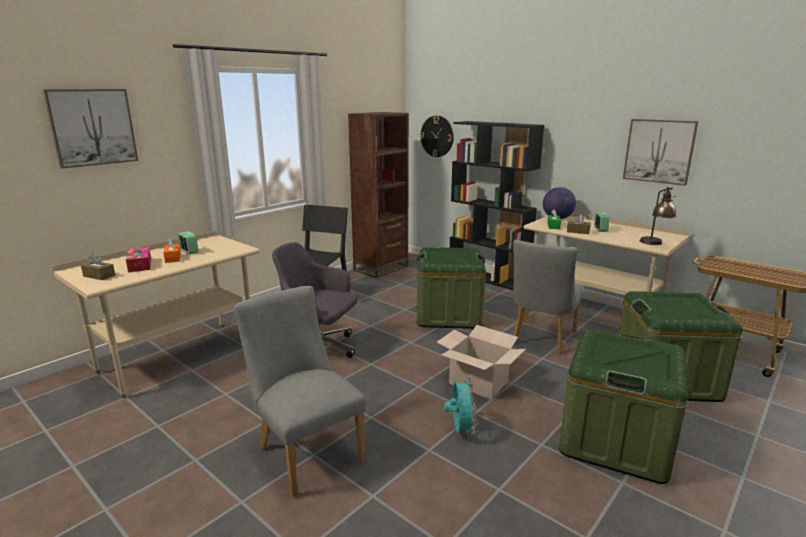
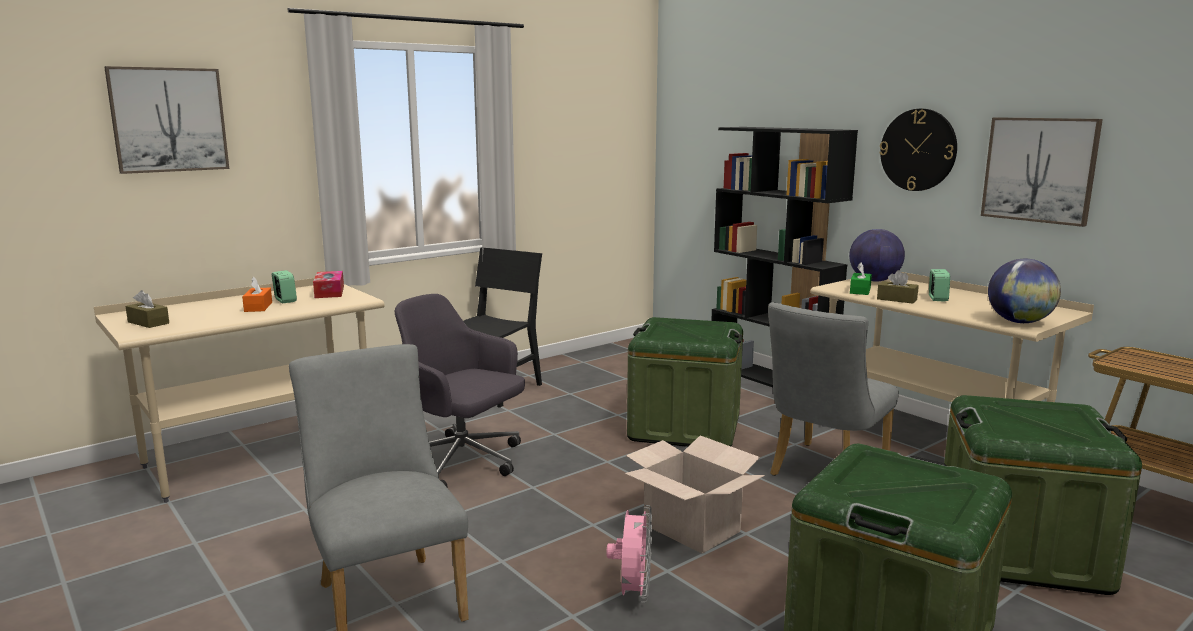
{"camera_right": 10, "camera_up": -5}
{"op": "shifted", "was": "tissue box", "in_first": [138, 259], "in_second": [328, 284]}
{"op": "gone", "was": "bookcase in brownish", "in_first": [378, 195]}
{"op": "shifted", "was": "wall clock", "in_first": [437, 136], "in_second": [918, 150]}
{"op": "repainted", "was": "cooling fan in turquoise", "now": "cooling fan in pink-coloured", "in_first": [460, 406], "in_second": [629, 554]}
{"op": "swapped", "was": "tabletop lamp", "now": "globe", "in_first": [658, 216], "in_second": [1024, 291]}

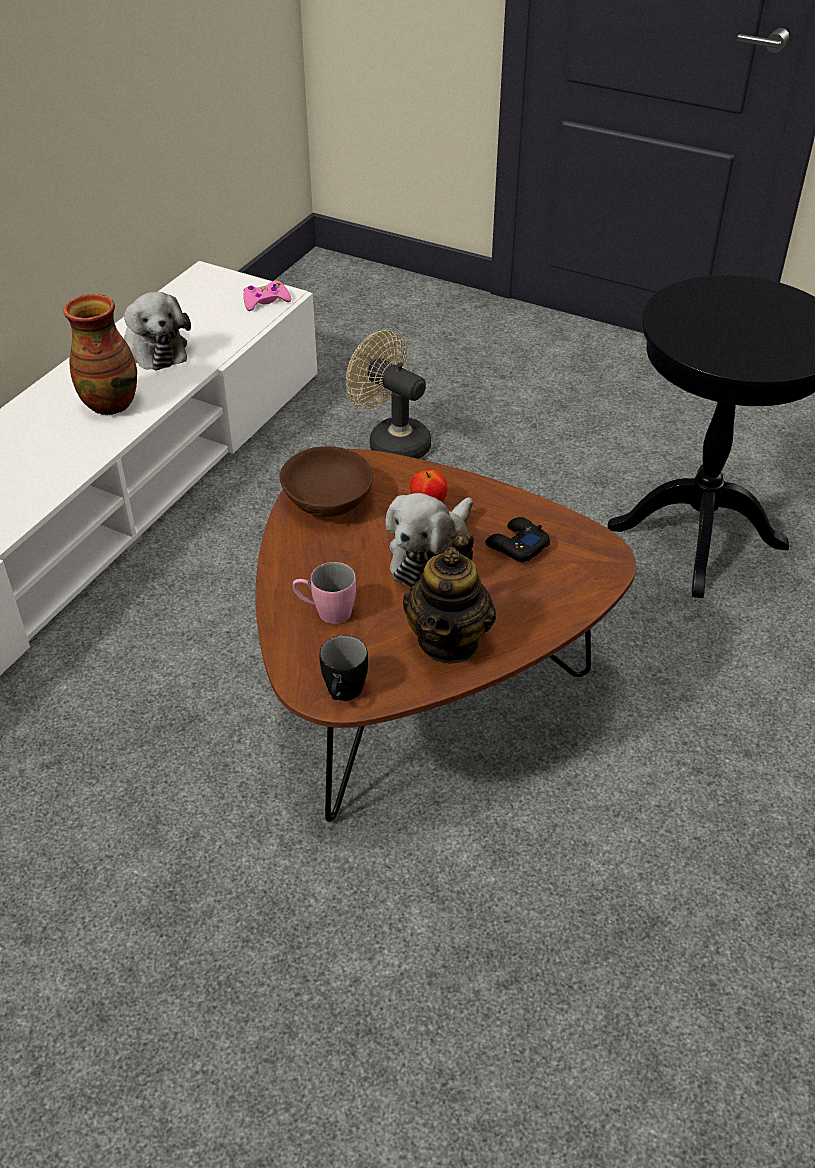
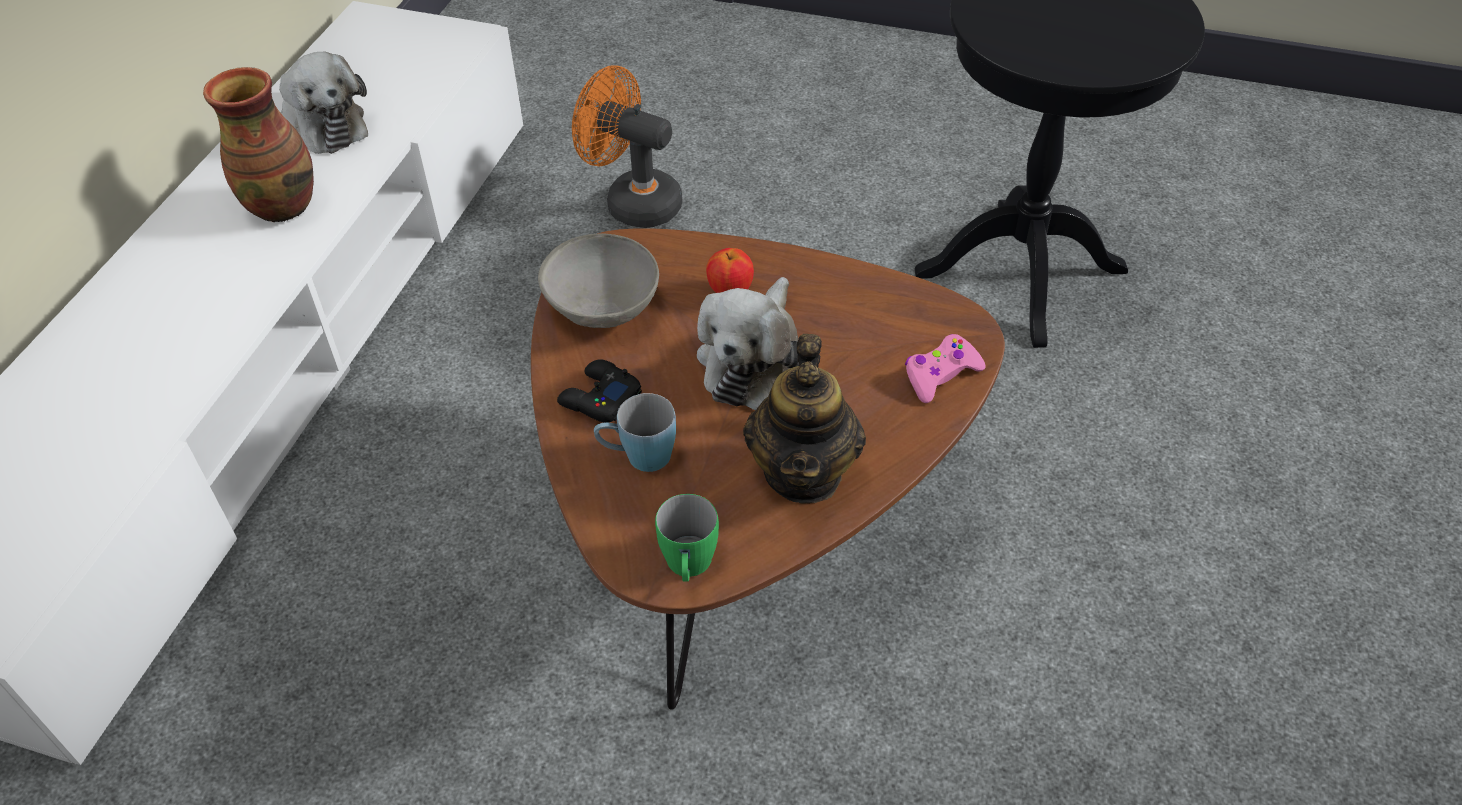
{"camera_right": -10, "camera_up": 5}
{"op": "shifted", "was": "joypad in pink-coloured", "in_first": [267, 296], "in_second": [945, 368]}
{"op": "repainted", "was": "bowl in brownish", "now": "bowl in gray", "in_first": [326, 481], "in_second": [598, 280]}
{"op": "repainted", "was": "coffee mug in pink-coloured", "now": "coffee mug in blue", "in_first": [324, 593], "in_second": [635, 432]}
{"op": "repainted", "was": "coffee mug in black-coloured", "now": "coffee mug in green-coloured", "in_first": [344, 668], "in_second": [687, 538]}
{"op": "repainted", "was": "cooling fan in beige-coloured", "now": "cooling fan in orangey", "in_first": [388, 394], "in_second": [627, 146]}
{"op": "shifted", "was": "joypad in black-coloured", "in_first": [517, 539], "in_second": [599, 391]}

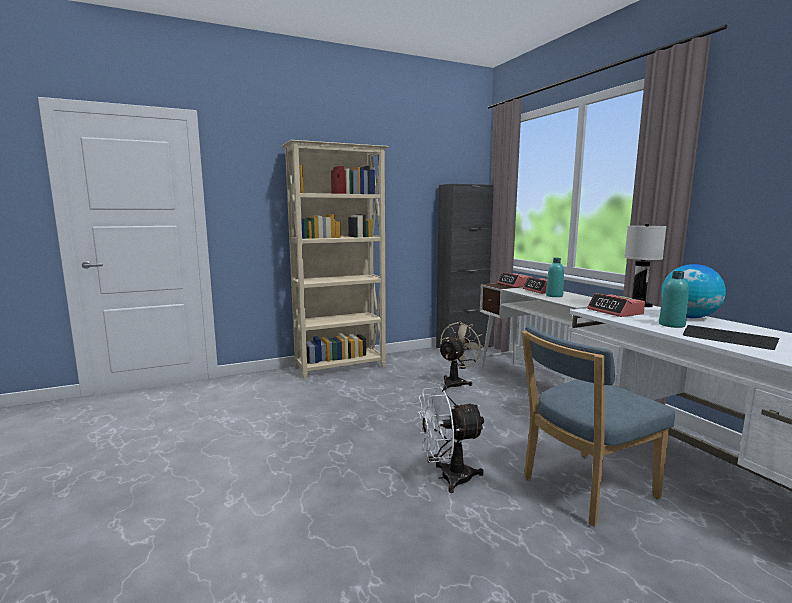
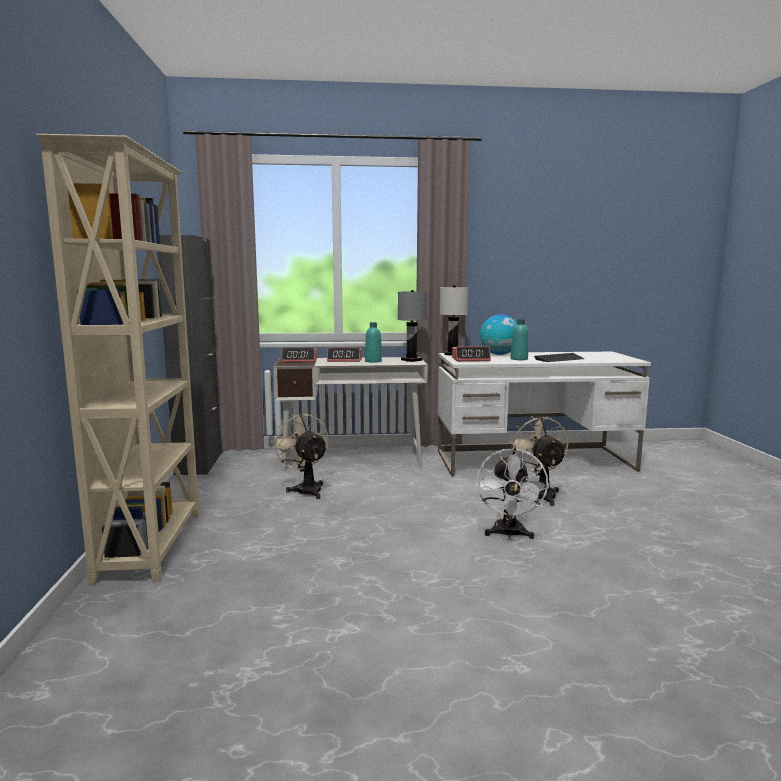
{"camera_right": -70, "camera_up": 0}
{"op": "swapped", "was": "chair in blue", "now": "cooling fan in beige-coloured", "in_first": [598, 426], "in_second": [538, 461]}
{"op": "new", "now": "tabletop lamp in gray", "in_second": [412, 326]}

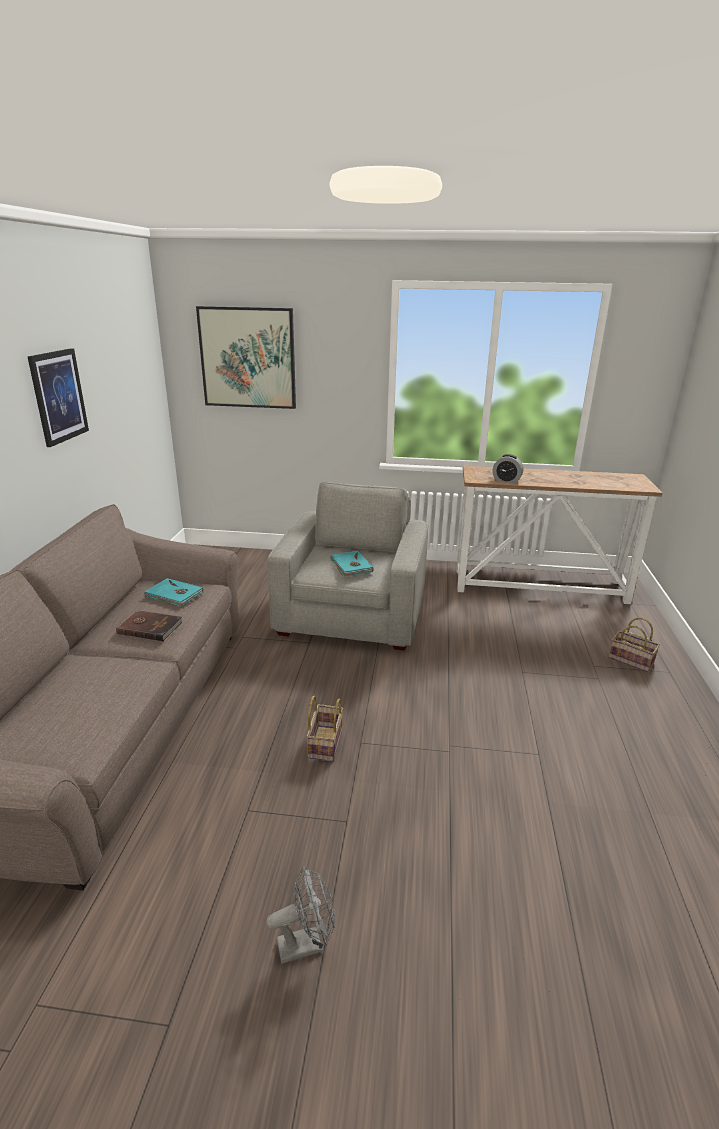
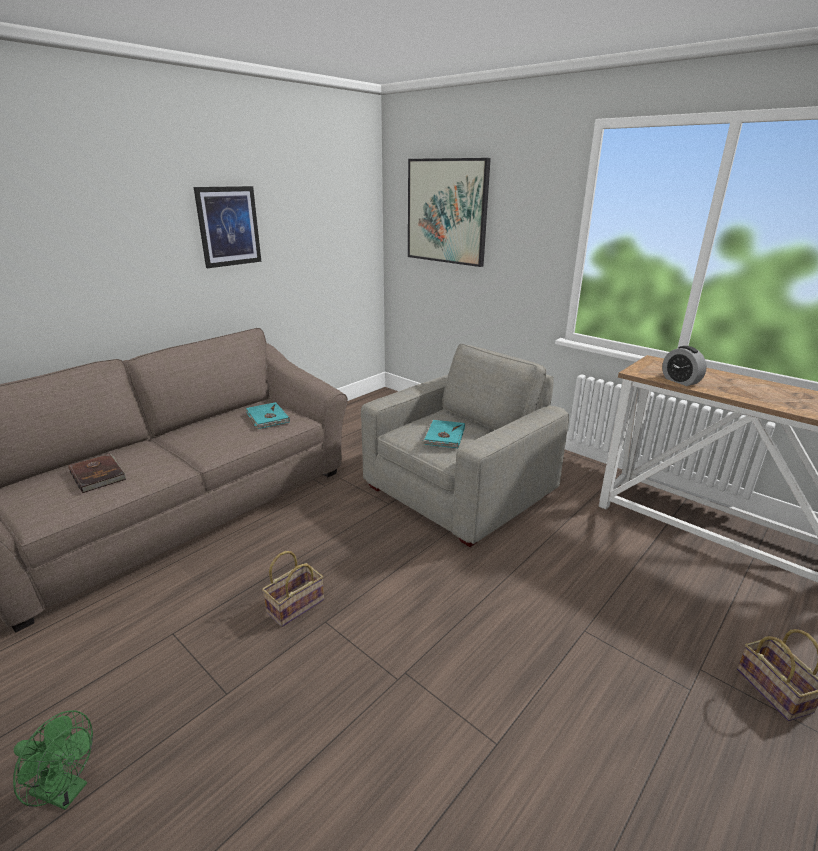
{"camera_right": 35, "camera_up": 0}
{"op": "shifted", "was": "bound book in brownish", "in_first": [149, 625], "in_second": [97, 473]}
{"op": "repainted", "was": "cooling fan in gray", "now": "cooling fan in green-coloured", "in_first": [300, 915], "in_second": [53, 760]}

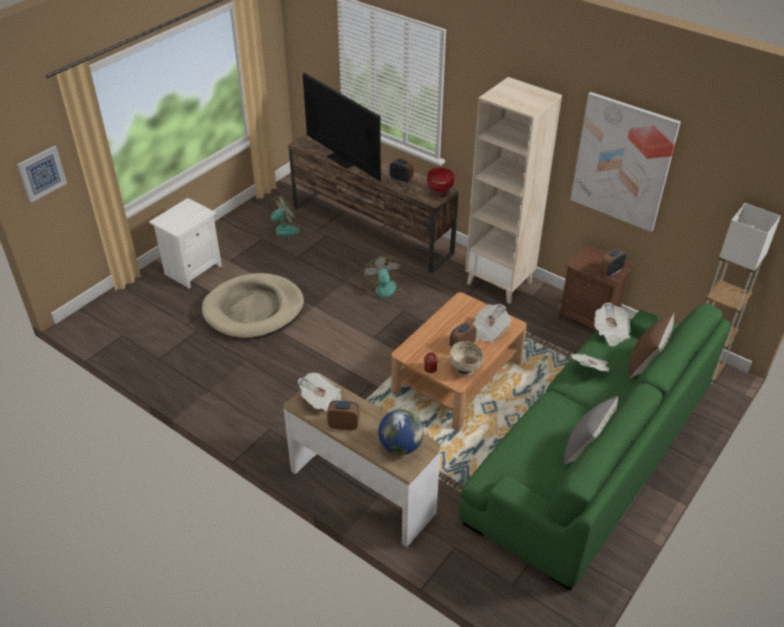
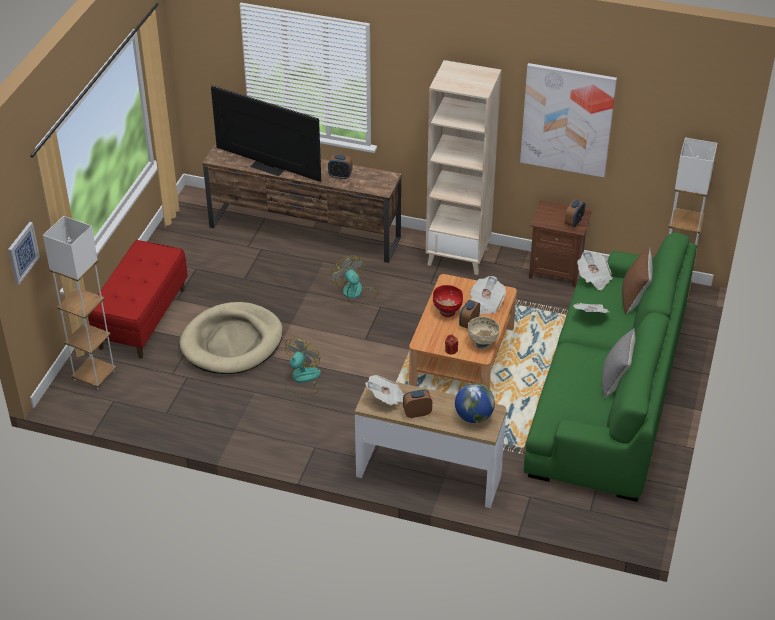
{"camera_right": -20, "camera_up": 0}
{"op": "swapped", "was": "bedside table in white", "now": "indoor bench in red", "in_first": [185, 243], "in_second": [138, 299]}
{"op": "shifted", "was": "cooling fan", "in_first": [282, 221], "in_second": [303, 366]}
{"op": "shifted", "was": "bowl in red", "in_first": [441, 182], "in_second": [448, 301]}
{"op": "new", "now": "standard lamp in white", "in_second": [80, 303]}

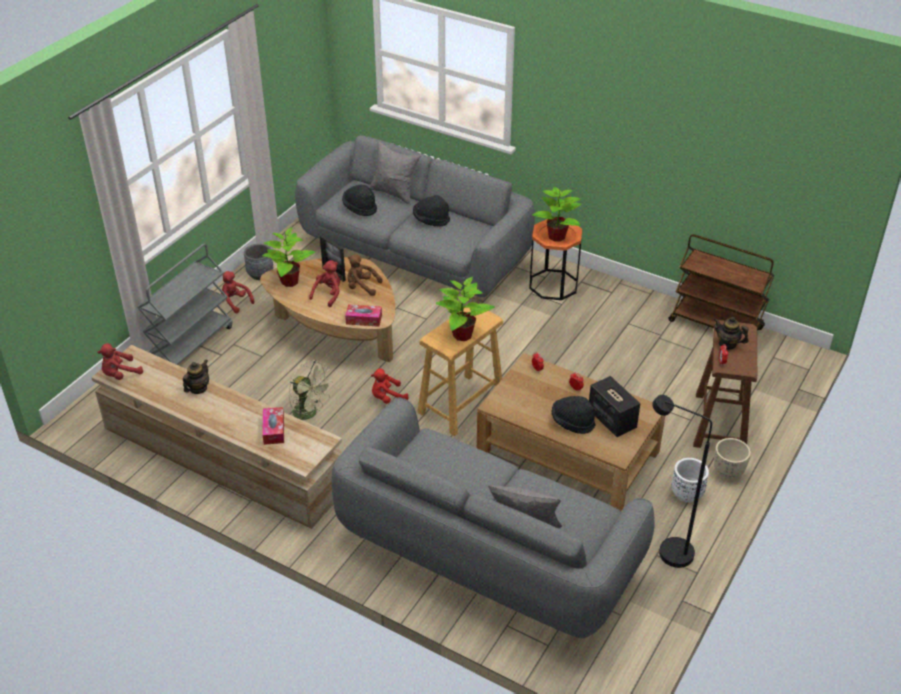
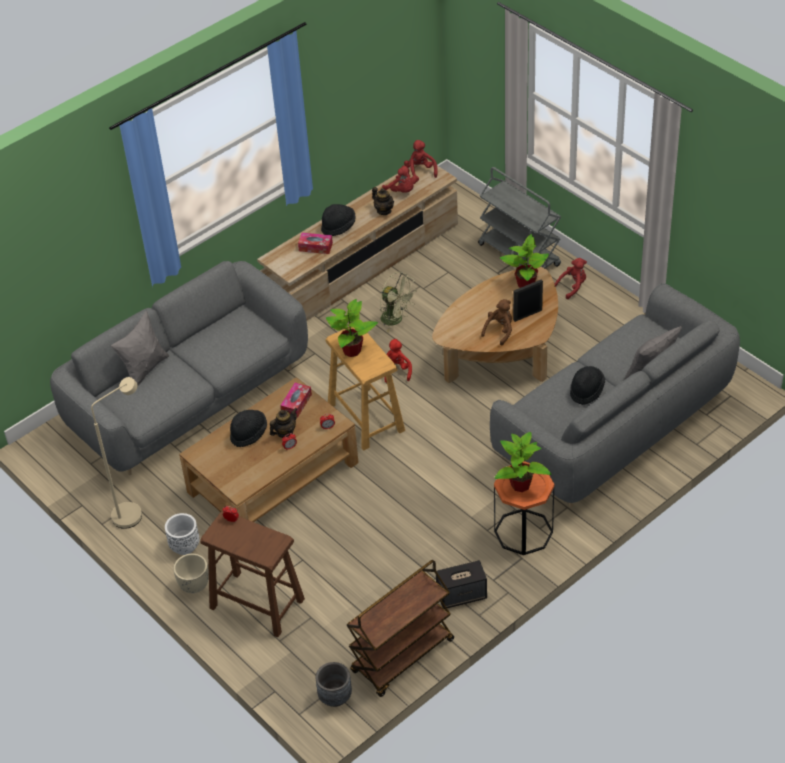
{"camera_right": 110, "camera_up": 5}
{"op": "shifted", "was": "planter in gray", "in_first": [258, 262], "in_second": [333, 684]}
{"op": "rotated", "was": "cooling fan in green-coloured", "in_first": [310, 390], "in_second": [398, 302], "clockwise": -105}
{"op": "shifted", "was": "plush toy in red", "in_first": [324, 283], "in_second": [399, 179]}
{"op": "shifted", "was": "hat in black-coloured", "in_first": [359, 200], "in_second": [338, 220]}
{"op": "shifted", "was": "tissue box", "in_first": [363, 315], "in_second": [296, 400]}
{"op": "shifted", "was": "audio speaker", "in_first": [614, 406], "in_second": [461, 584]}
{"op": "repainted", "was": "standard lamp in black-coloured", "now": "standard lamp in beige-coloured", "in_first": [682, 481], "in_second": [116, 453]}
{"op": "shifted", "was": "teapot", "in_first": [731, 333], "in_second": [283, 423]}

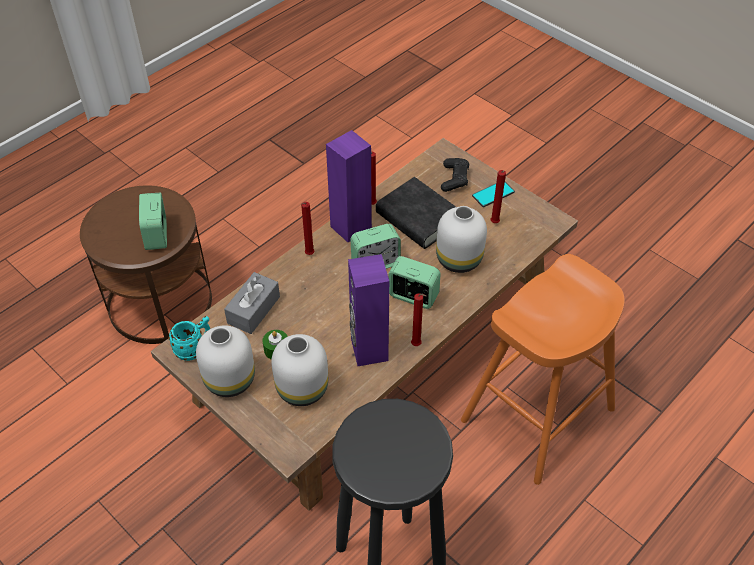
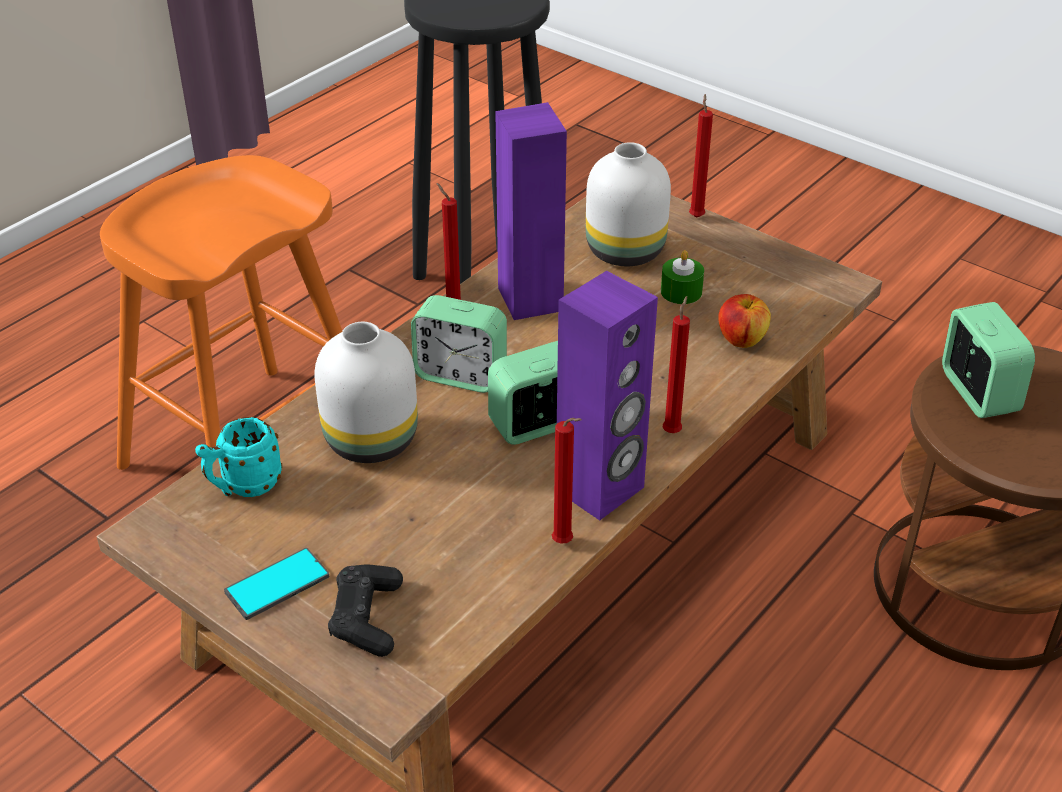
{"camera_right": 175, "camera_up": -10}
{"op": "shifted", "was": "coffee mug in turquoise", "in_first": [189, 338], "in_second": [238, 457]}
{"op": "gone", "was": "flower vase in white", "in_first": [225, 361]}
{"op": "swapped", "was": "tissue box in gray", "now": "apple fruit", "in_first": [252, 303], "in_second": [744, 321]}
{"op": "gone", "was": "bound book in black-coloured", "in_first": [416, 213]}
{"op": "shifted", "was": "wax candle in red", "in_first": [498, 196], "in_second": [701, 156]}

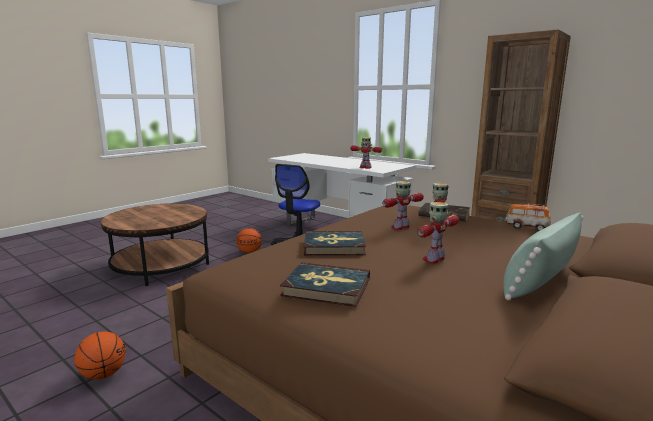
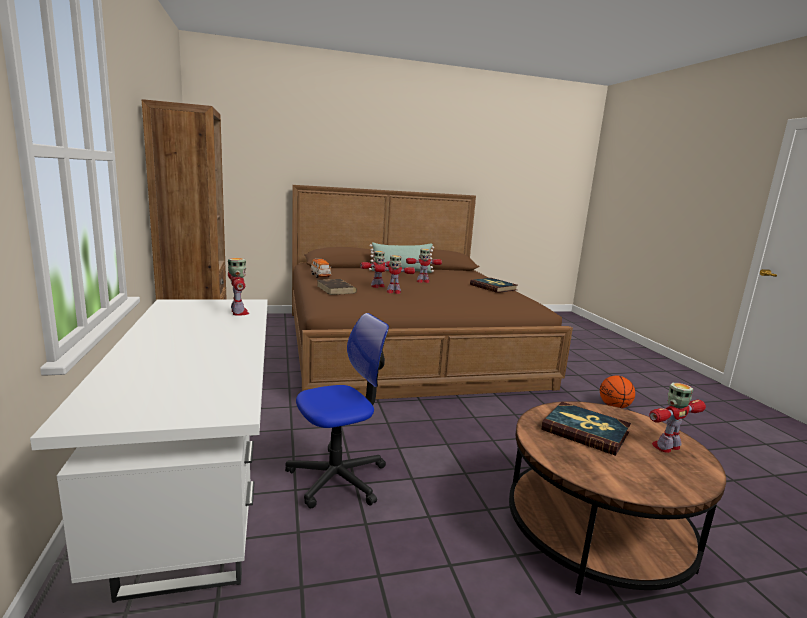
{"camera_right": -145, "camera_up": 0}
{"op": "gone", "was": "ball for basketball", "in_first": [249, 240]}
{"op": "shifted", "was": "bound book", "in_first": [335, 243], "in_second": [586, 429]}
{"op": "new", "now": "robot figure", "in_second": [677, 418]}

